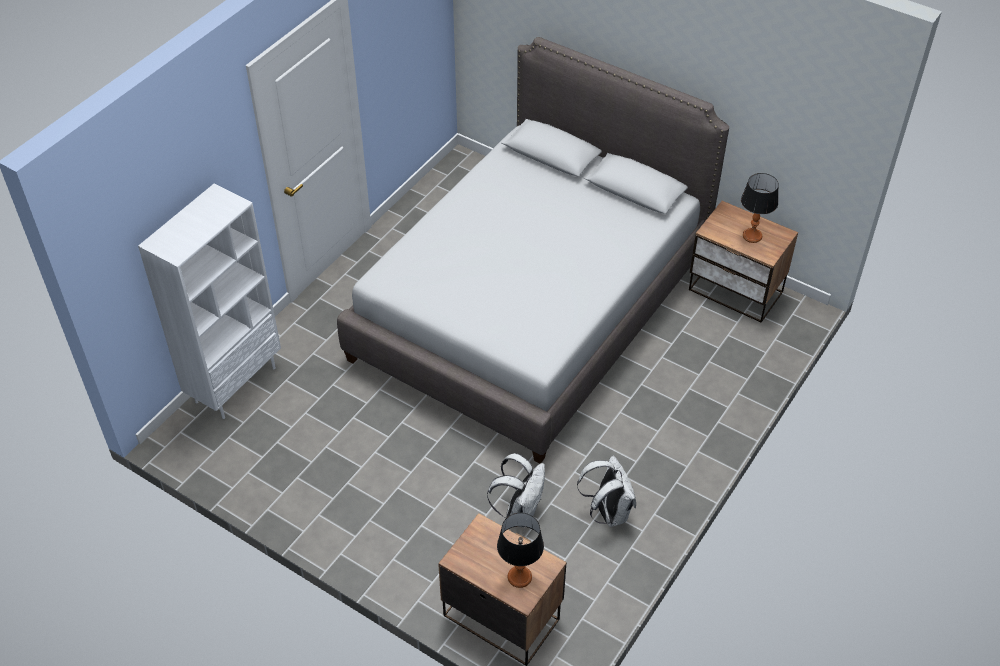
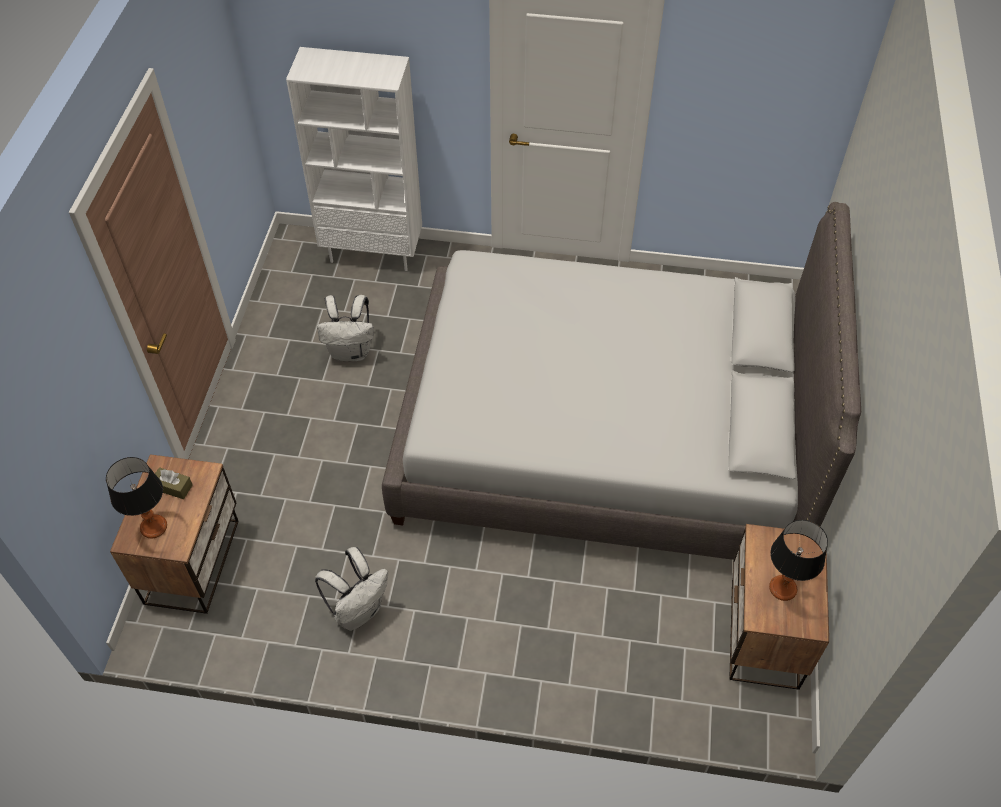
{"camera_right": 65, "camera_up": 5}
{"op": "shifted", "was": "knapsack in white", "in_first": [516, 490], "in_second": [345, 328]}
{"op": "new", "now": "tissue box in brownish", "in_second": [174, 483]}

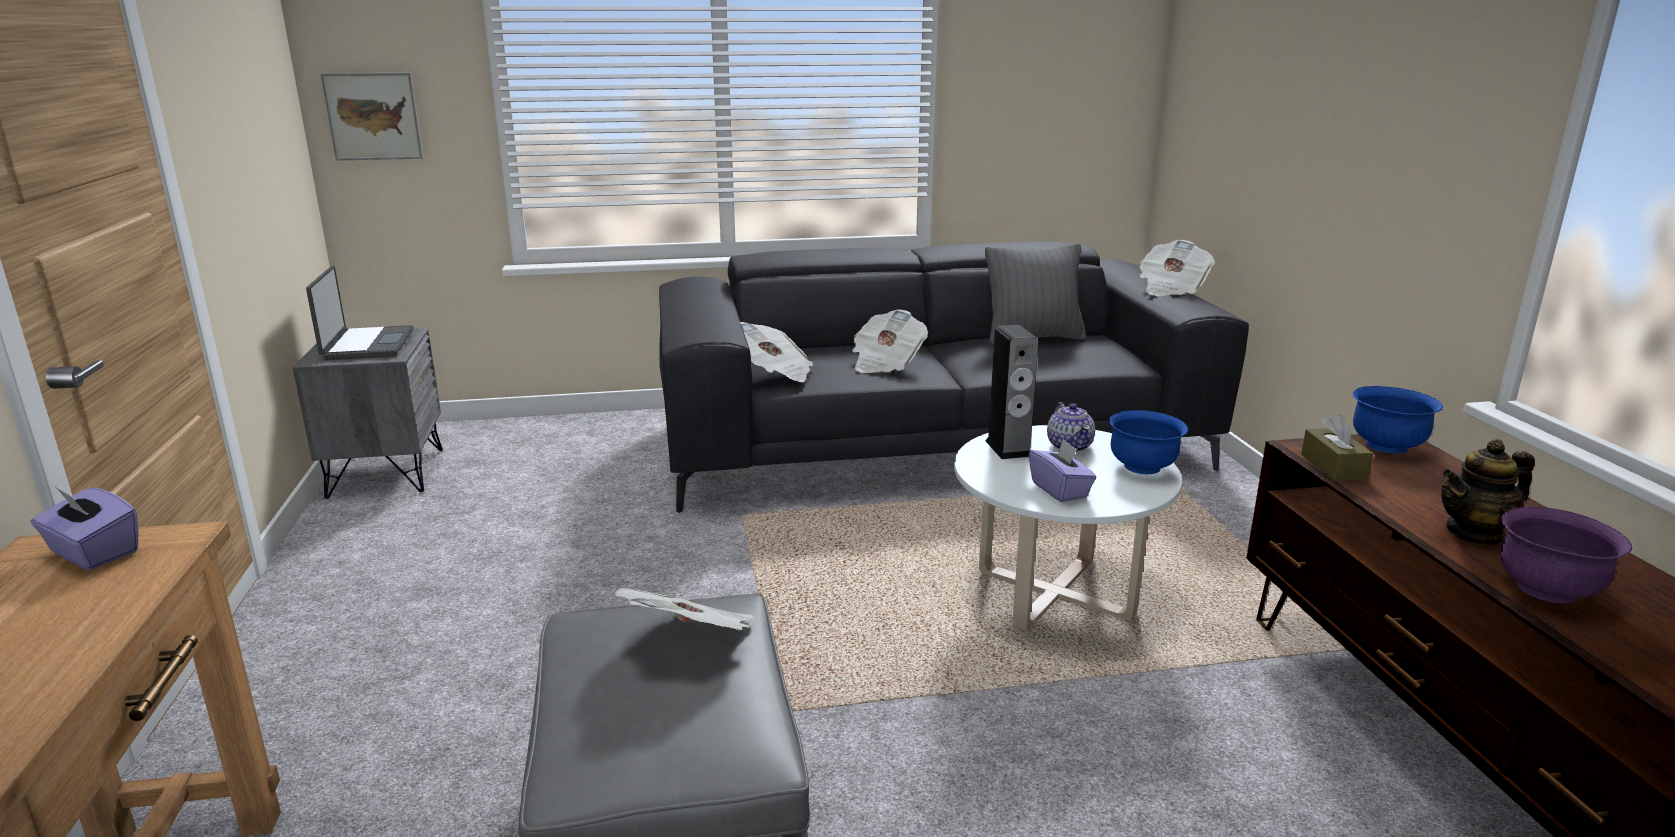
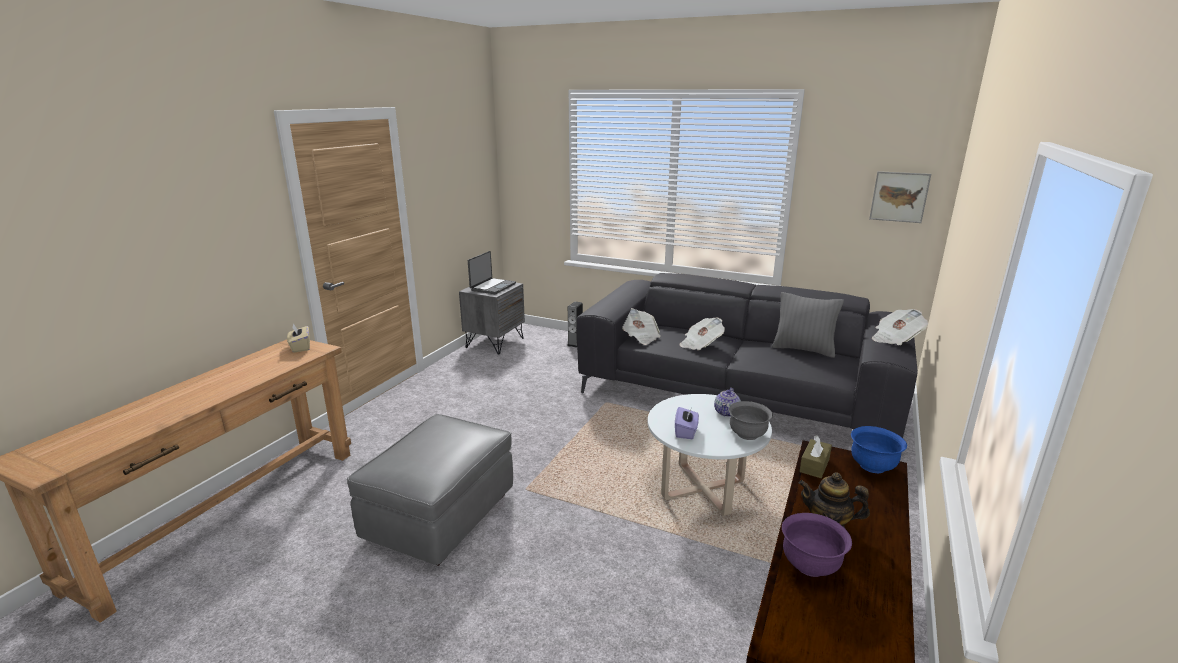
{"camera_right": 35, "camera_up": 0}
{"op": "repainted", "was": "tissue box in purple", "now": "tissue box in beige-coloured", "in_first": [85, 529], "in_second": [298, 337]}
{"op": "shifted", "was": "picture", "in_first": [372, 117], "in_second": [900, 197]}
{"op": "gone", "was": "newspaper", "in_first": [684, 609]}
{"op": "shifted", "was": "audio speaker", "in_first": [1011, 392], "in_second": [575, 325]}
{"op": "repainted", "was": "bowl in blue", "now": "bowl in gray", "in_first": [1148, 442], "in_second": [750, 420]}

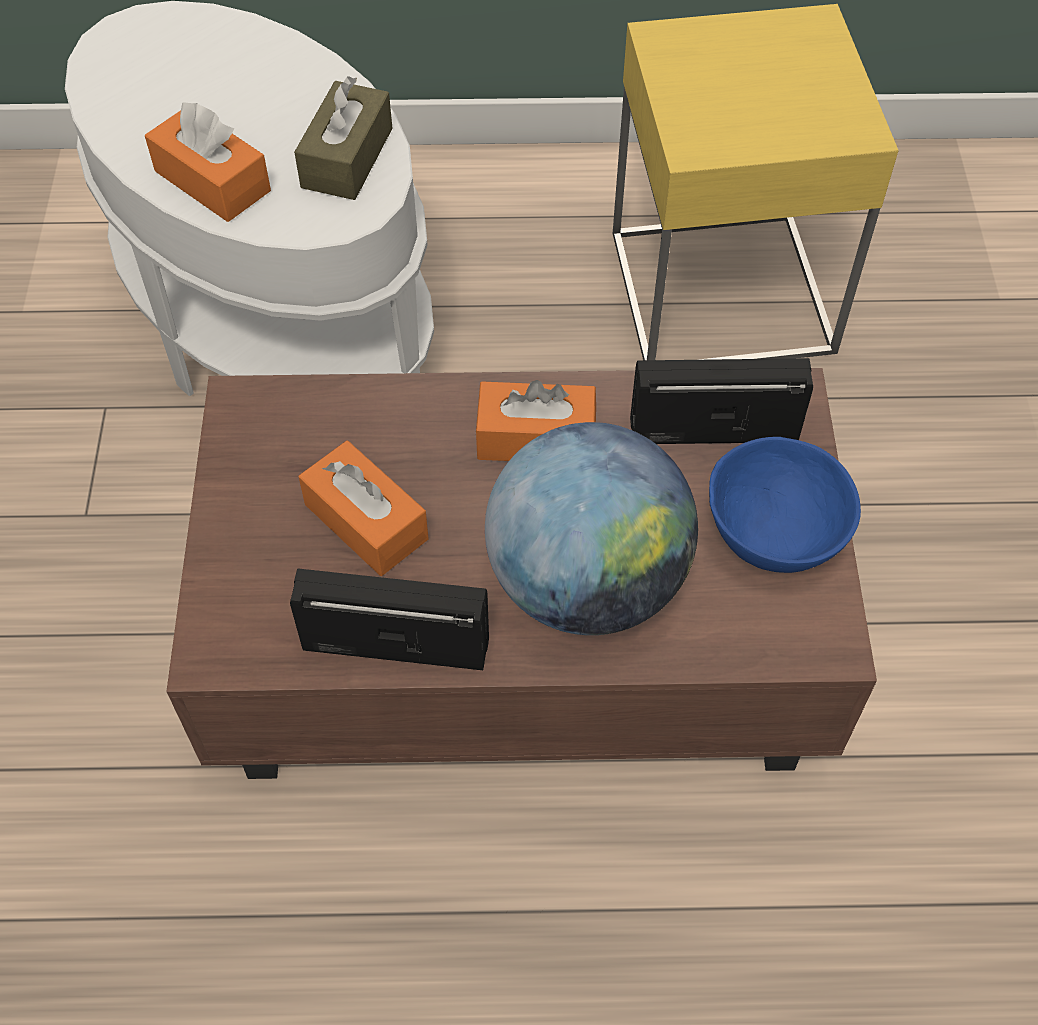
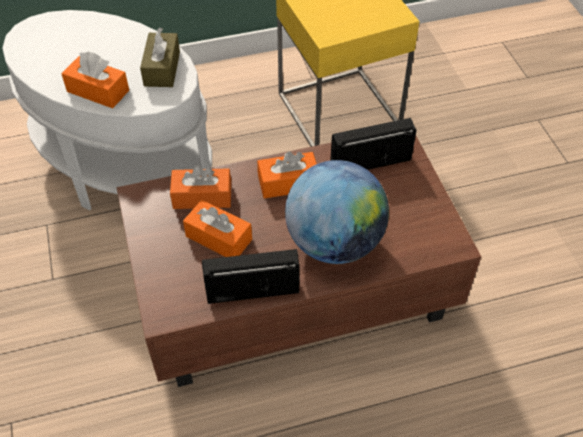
{"camera_right": -15, "camera_up": -5}
{"op": "gone", "was": "bowl in blue", "in_first": [785, 505]}
{"op": "new", "now": "tissue box in orangey", "in_second": [200, 187]}

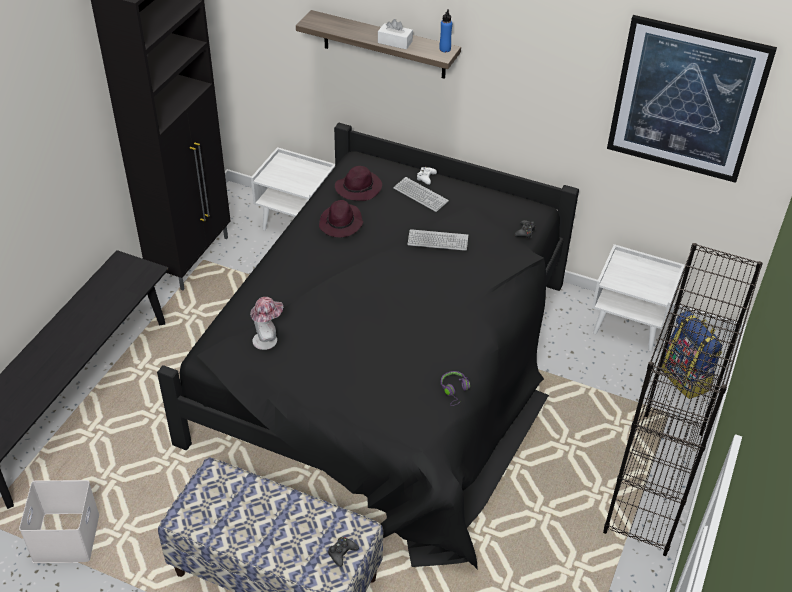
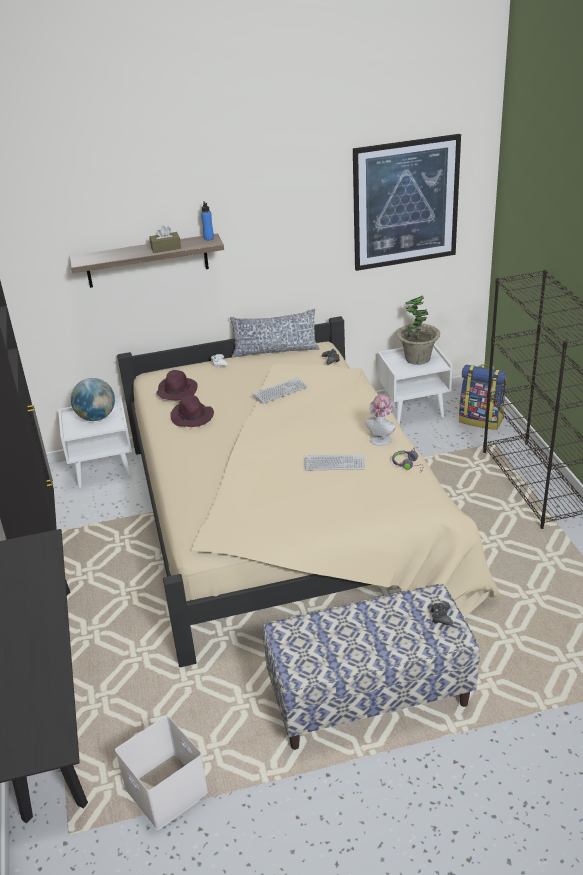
{"camera_right": -35, "camera_up": -10}
{"op": "repainted", "was": "sleeping bed in black-coloured", "now": "sleeping bed in beige-coloured", "in_first": [368, 346], "in_second": [308, 491]}
{"op": "shifted", "was": "hat", "in_first": [266, 323], "in_second": [381, 420]}
{"op": "repainted", "was": "tissue box in white", "now": "tissue box in brownish", "in_first": [395, 34], "in_second": [165, 239]}
{"op": "shifted", "was": "keyboard", "in_first": [421, 194], "in_second": [335, 462]}
{"op": "new", "now": "globe", "in_second": [93, 399]}
{"op": "new", "now": "throw pillow", "in_second": [274, 333]}
{"op": "new", "now": "houseplant", "in_second": [418, 330]}

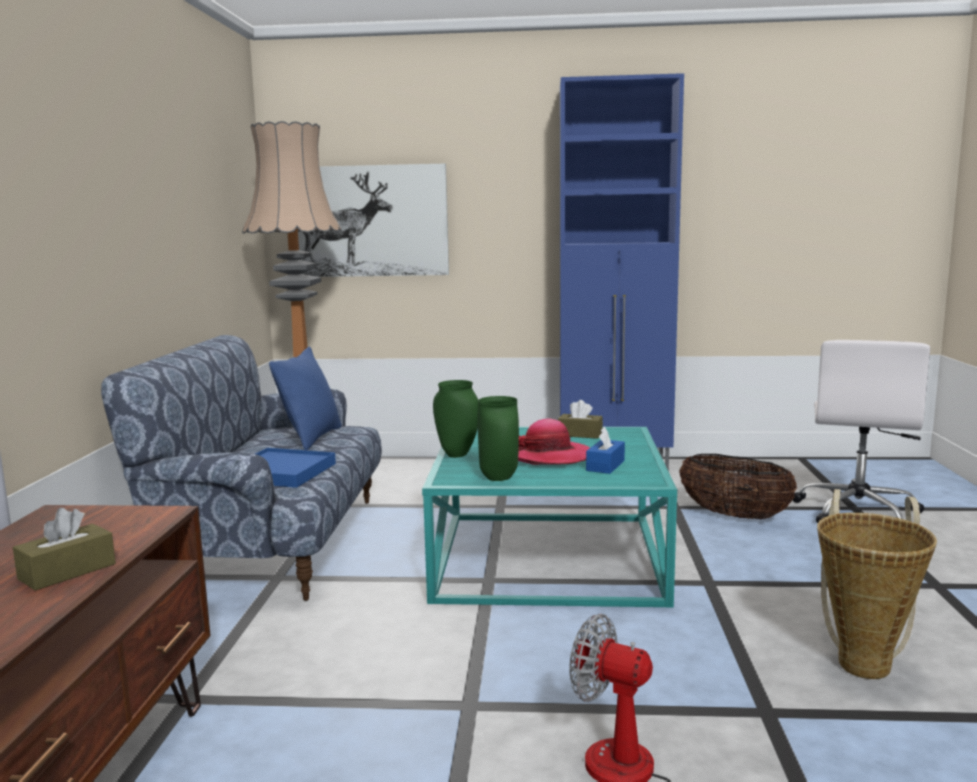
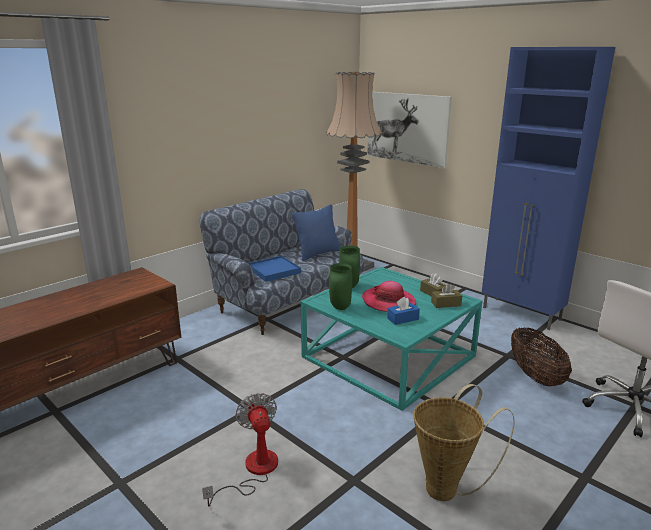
{"camera_right": 40, "camera_up": 10}
{"op": "shifted", "was": "tissue box in brownish", "in_first": [64, 549], "in_second": [446, 296]}

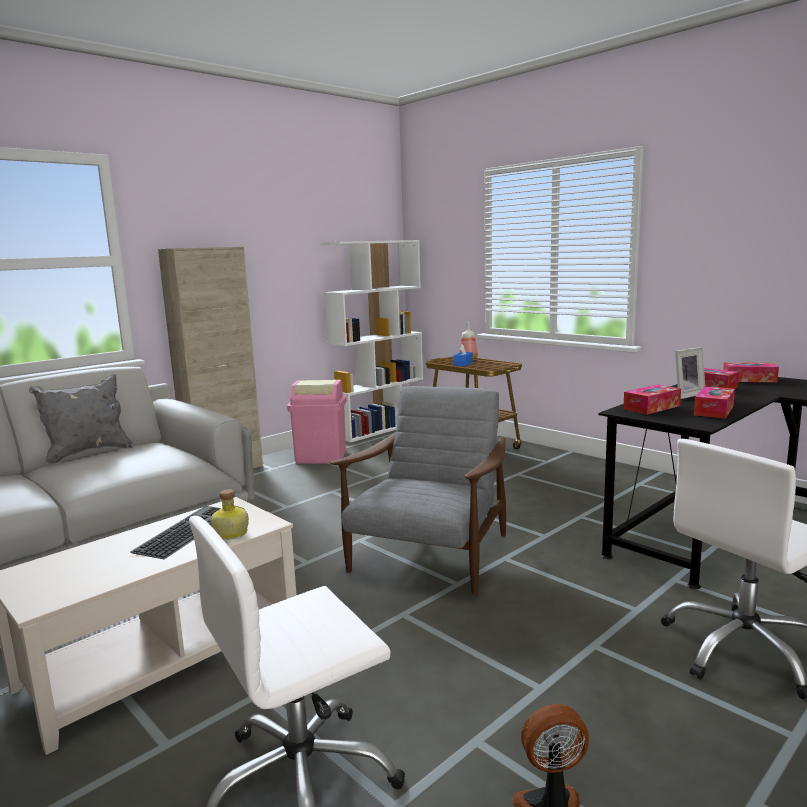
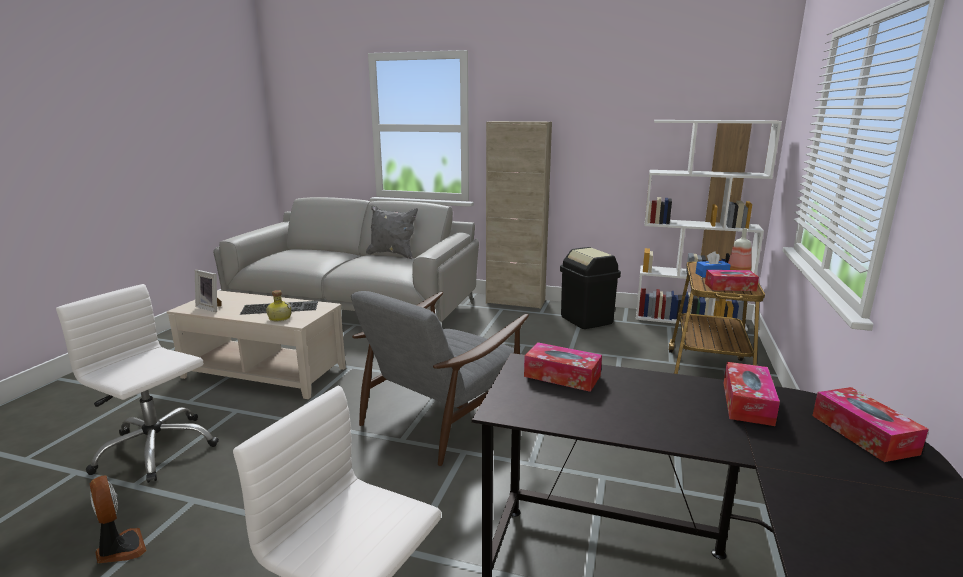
{"camera_right": 60, "camera_up": 5}
{"op": "repainted", "was": "trash can in pink-coloured", "now": "trash can in black-coloured", "in_first": [317, 422], "in_second": [590, 288]}
{"op": "rotated", "was": "lounge chair in gray", "in_first": [418, 490], "in_second": [440, 378], "clockwise": 135}
{"op": "shifted", "was": "picture frame", "in_first": [690, 373], "in_second": [208, 291]}
{"op": "shifted", "was": "tissue box", "in_first": [714, 402], "in_second": [732, 280]}

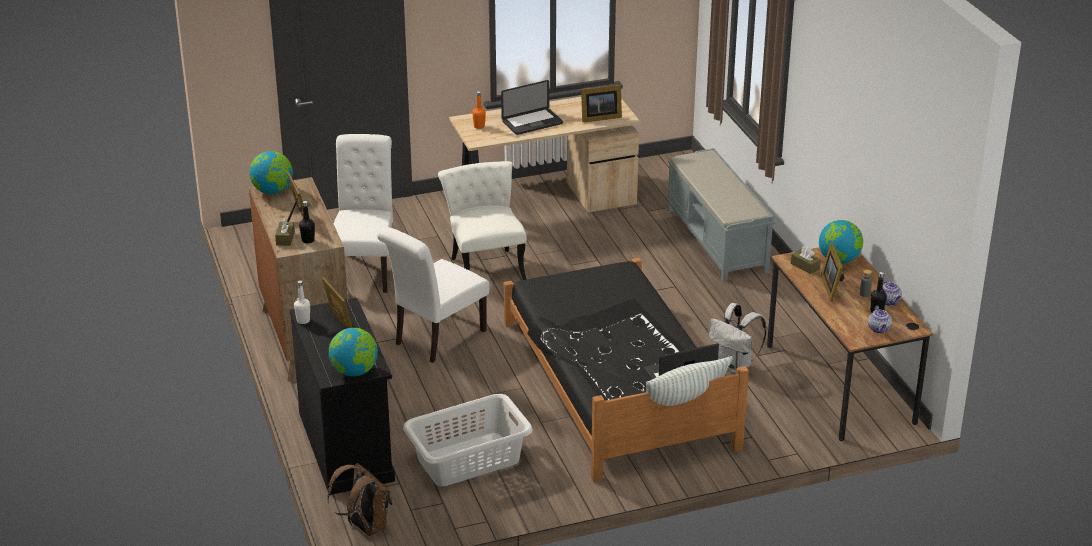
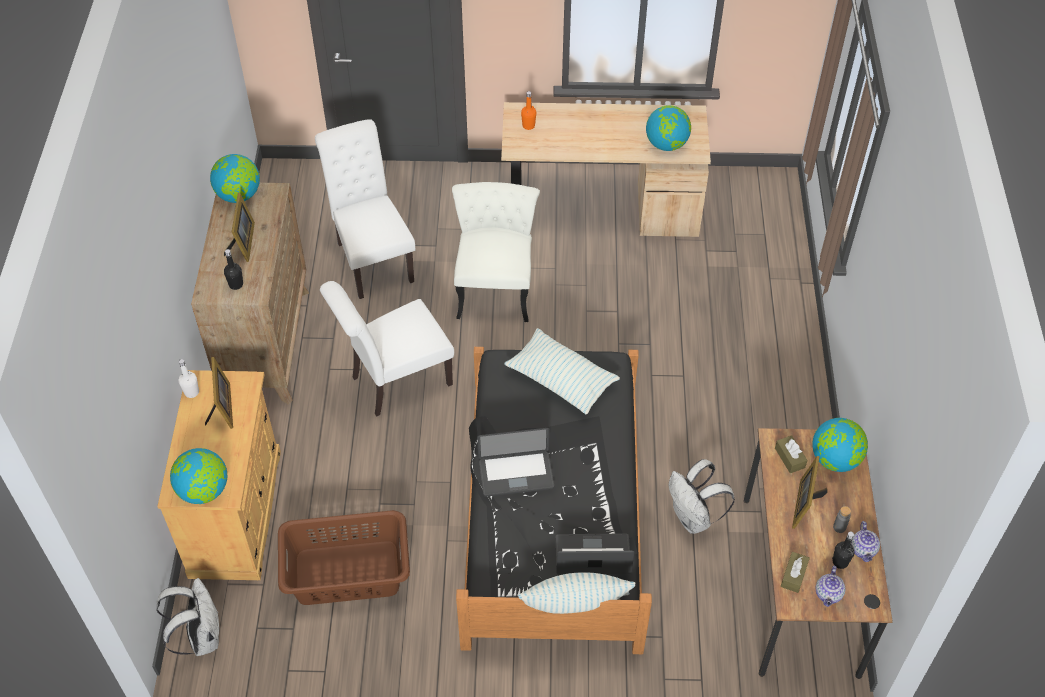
{"camera_right": 20, "camera_up": 20}
{"op": "shifted", "was": "tissue box in brownish", "in_first": [285, 232], "in_second": [795, 572]}
{"op": "repainted", "was": "cupboard in black-coloured", "now": "cupboard in beige-coloured", "in_first": [342, 396], "in_second": [219, 475]}
{"op": "repainted", "was": "knapsack in brownish", "now": "knapsack in white", "in_first": [359, 499], "in_second": [187, 617]}
{"op": "rotated", "was": "chair in white", "in_first": [363, 213], "in_second": [365, 209], "clockwise": -45}
{"op": "repainted", "was": "washing basket in white", "now": "washing basket in brownish", "in_first": [468, 440], "in_second": [344, 557]}
{"op": "shifted", "was": "laptop", "in_first": [532, 107], "in_second": [515, 462]}
{"op": "swapped", "was": "picture frame", "now": "globe", "in_first": [601, 103], "in_second": [668, 128]}
{"op": "gone", "was": "indoor bench in gray", "in_first": [721, 214]}
{"op": "new", "now": "throw pillow", "in_second": [562, 371]}

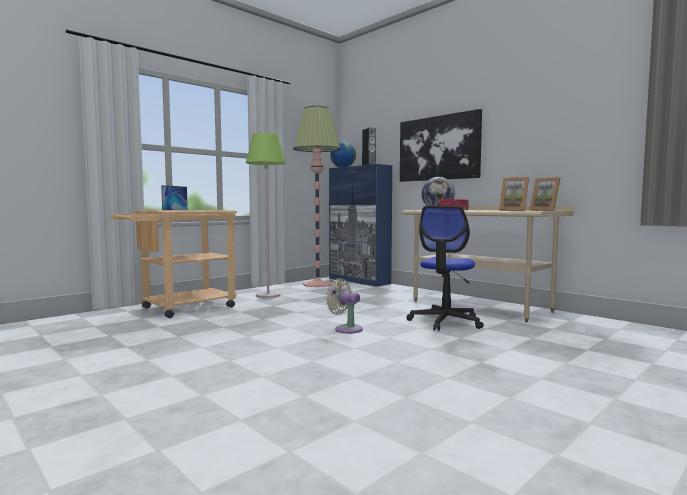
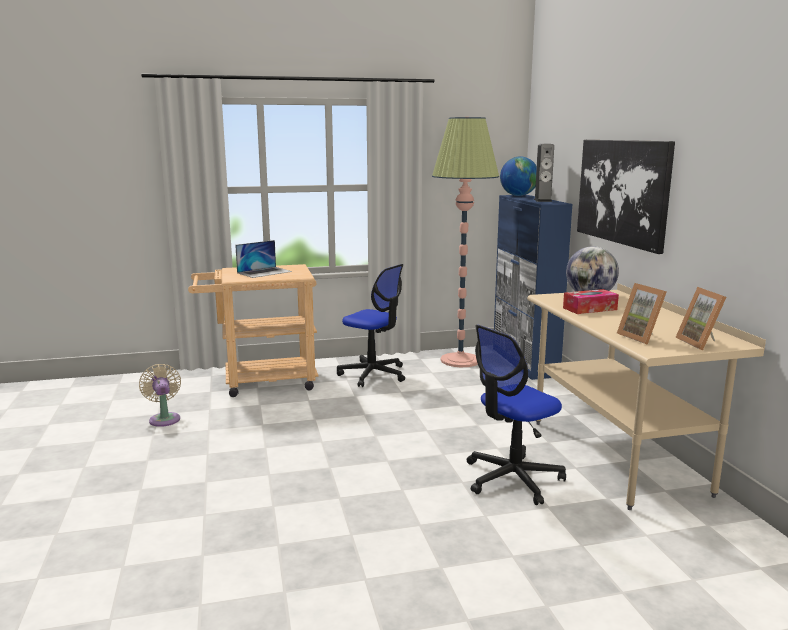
{"camera_right": 30, "camera_up": 10}
{"op": "swapped", "was": "standard lamp in green-coloured", "now": "desk chair", "in_first": [266, 215], "in_second": [371, 325]}
{"op": "shifted", "was": "cooling fan in beige-coloured", "in_first": [344, 306], "in_second": [160, 395]}

